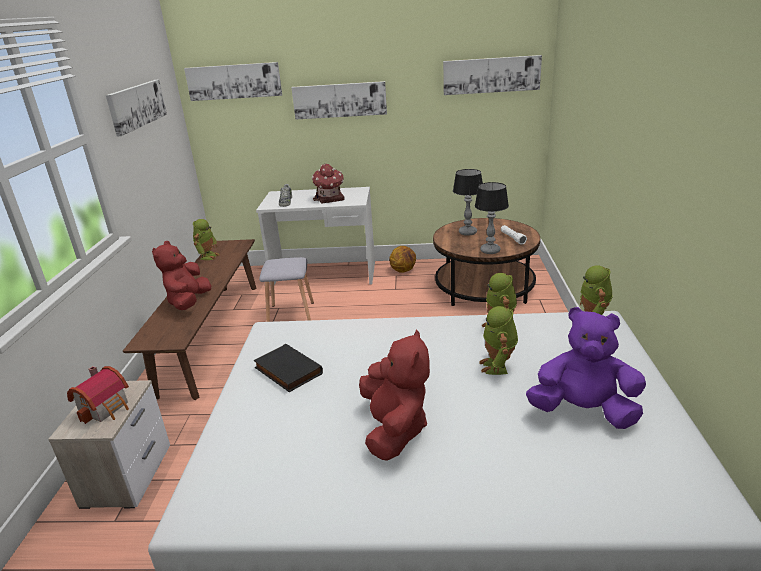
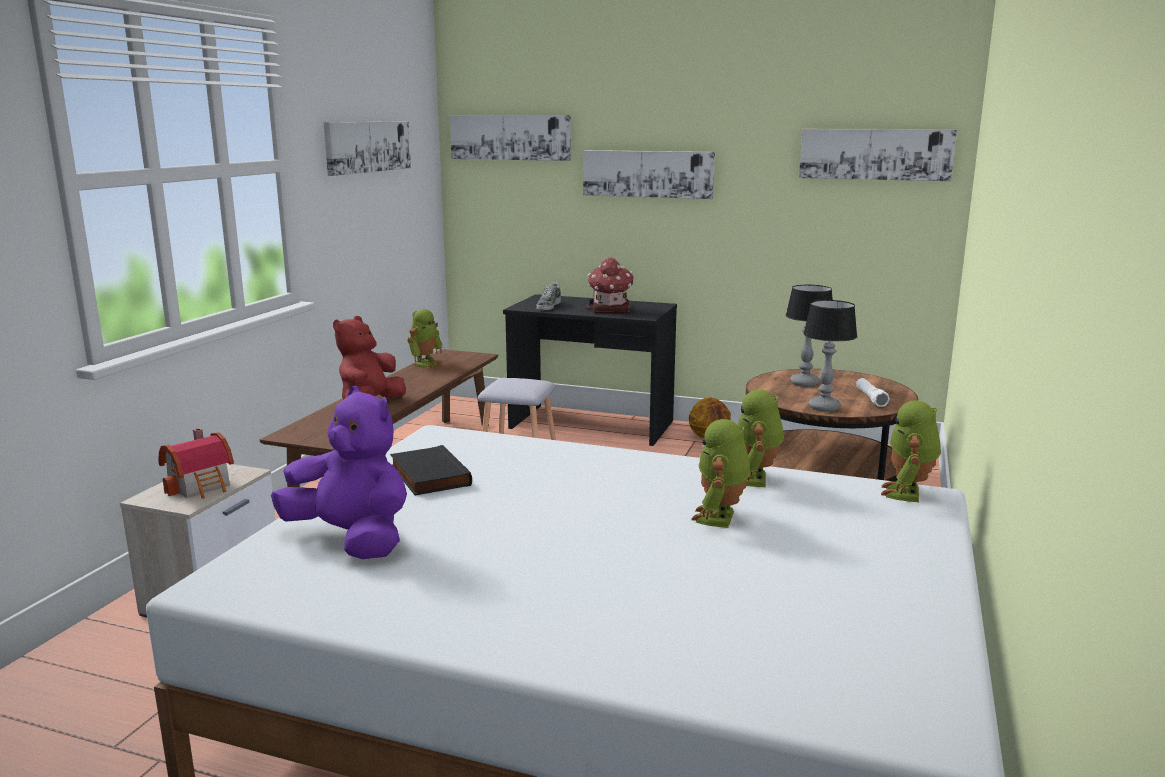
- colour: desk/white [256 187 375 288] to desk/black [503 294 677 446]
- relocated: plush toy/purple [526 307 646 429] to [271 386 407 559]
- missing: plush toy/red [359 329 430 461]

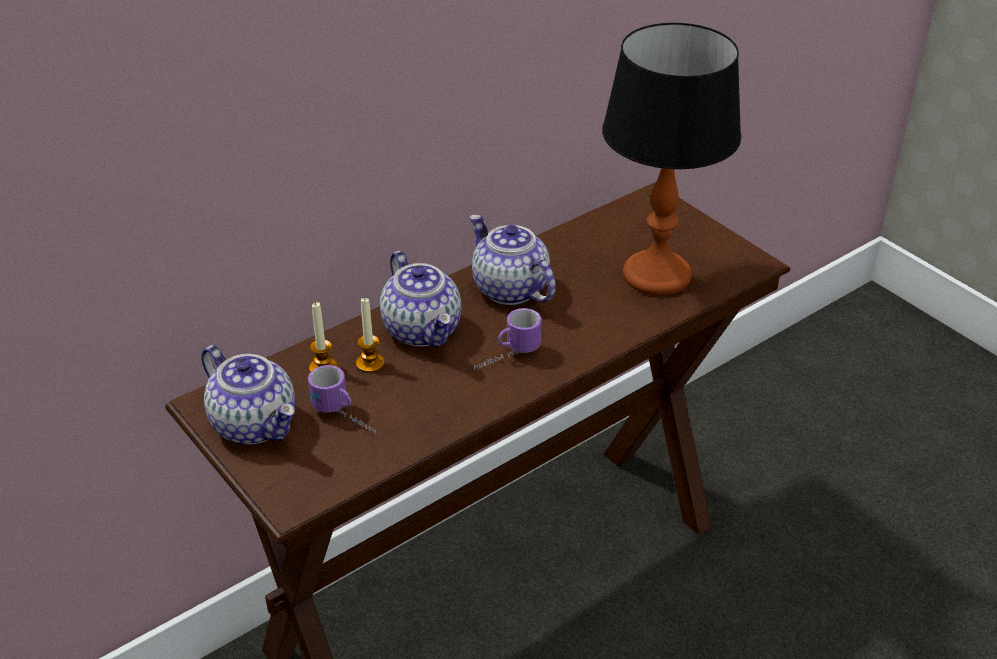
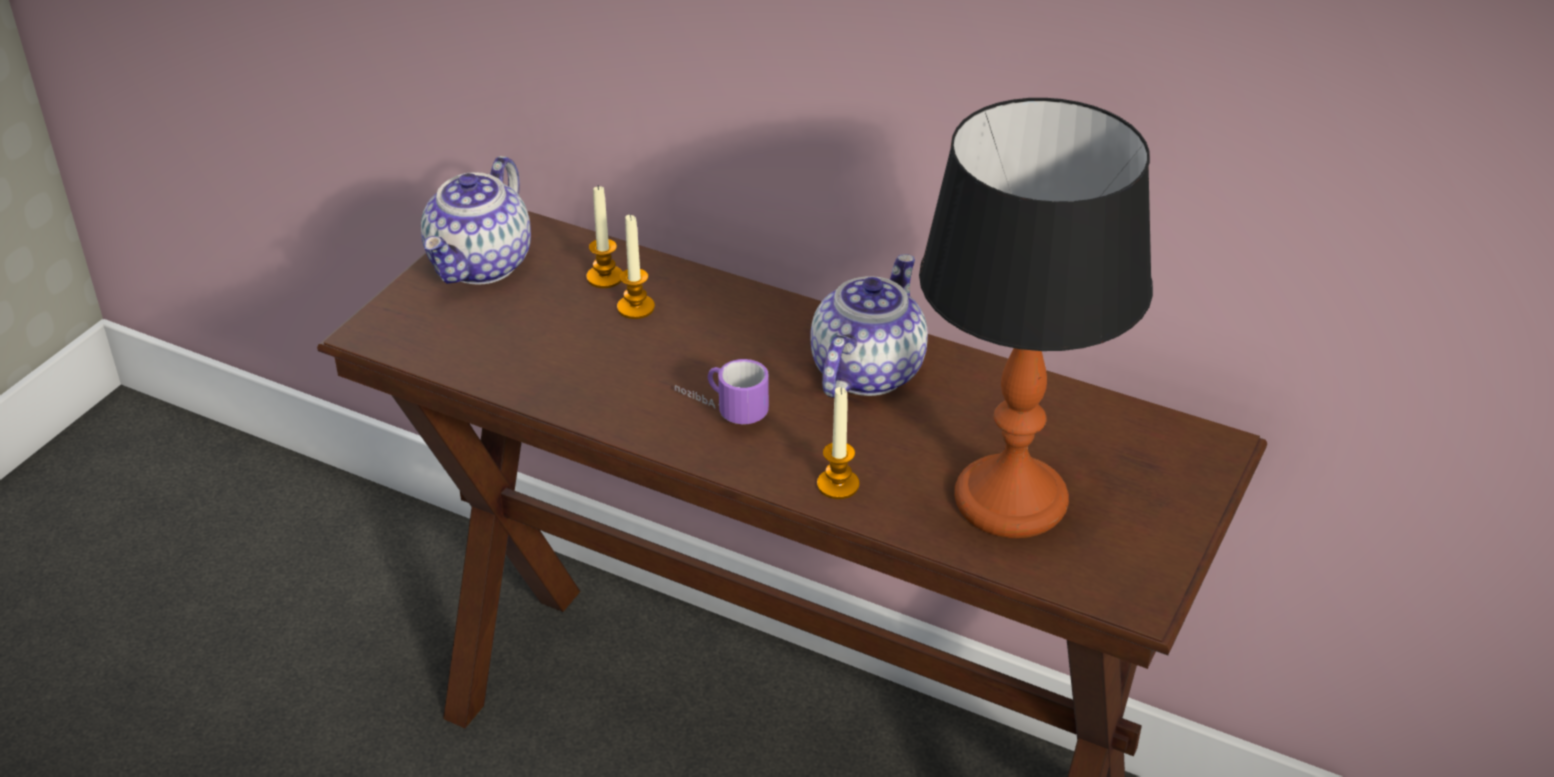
- missing: teapot [380 251 461 347]
- missing: mug [308 365 376 434]
- appeared: candle [817 387 860 499]

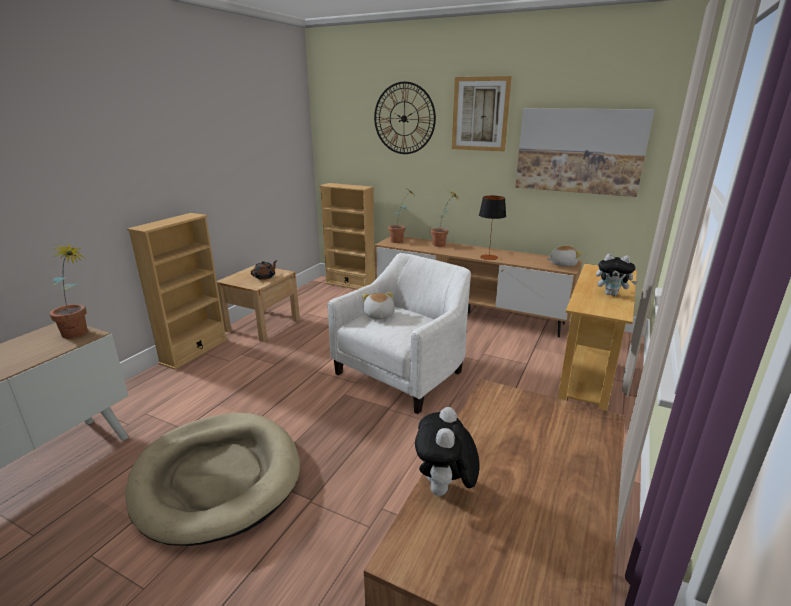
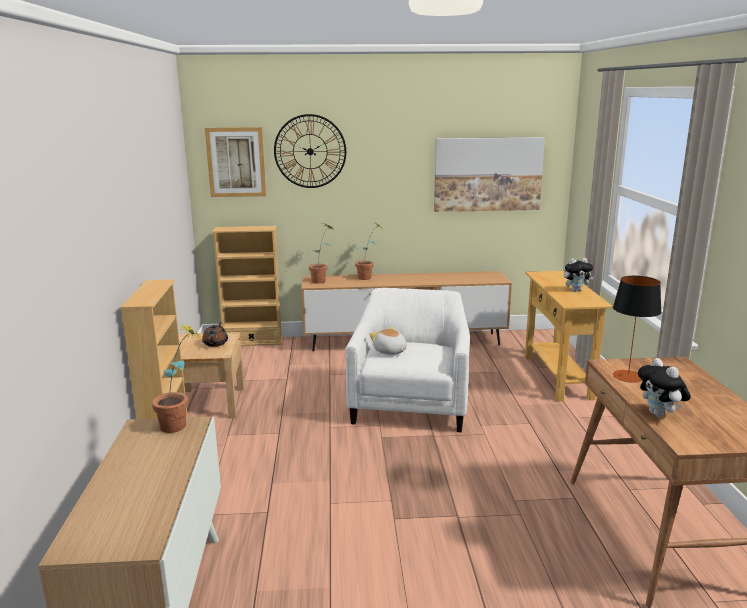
- relocated: picture [452 76 512 152] to [205 127 266 197]
- relocated: table lamp [479 196 506 260] to [613 276 661 383]
- missing: plush toy [546 245 582 266]
- missing: dog bed/beige [125 413 300 546]

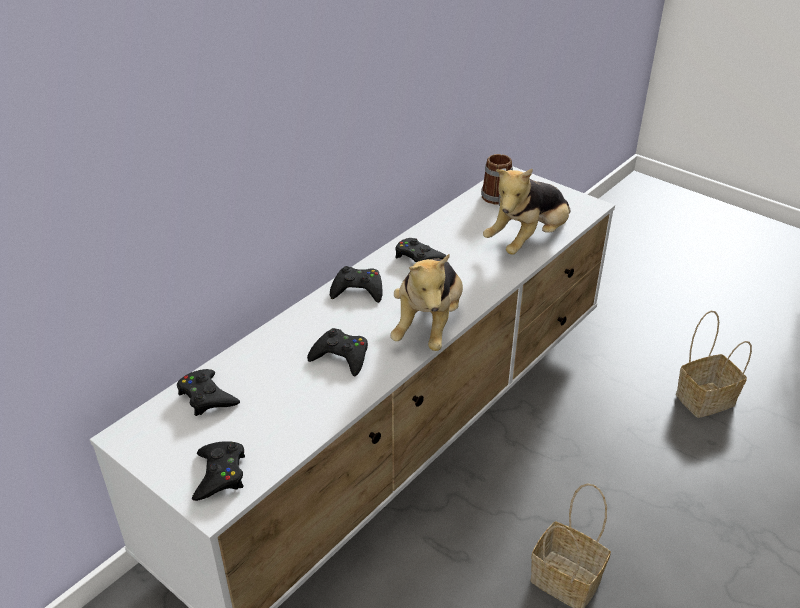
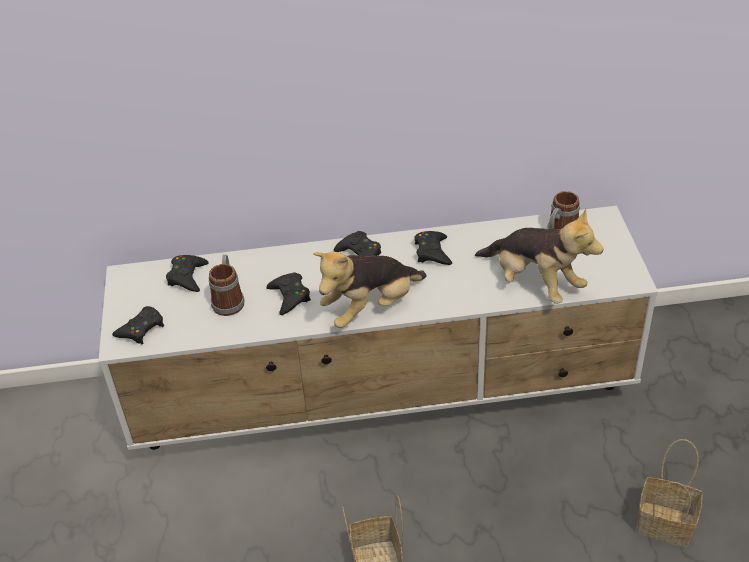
- spun: plush toy [483 169 570 255] = [475 209 604 304] 135 degrees counterclockwise
- appeared: mug [208 255 245 316]

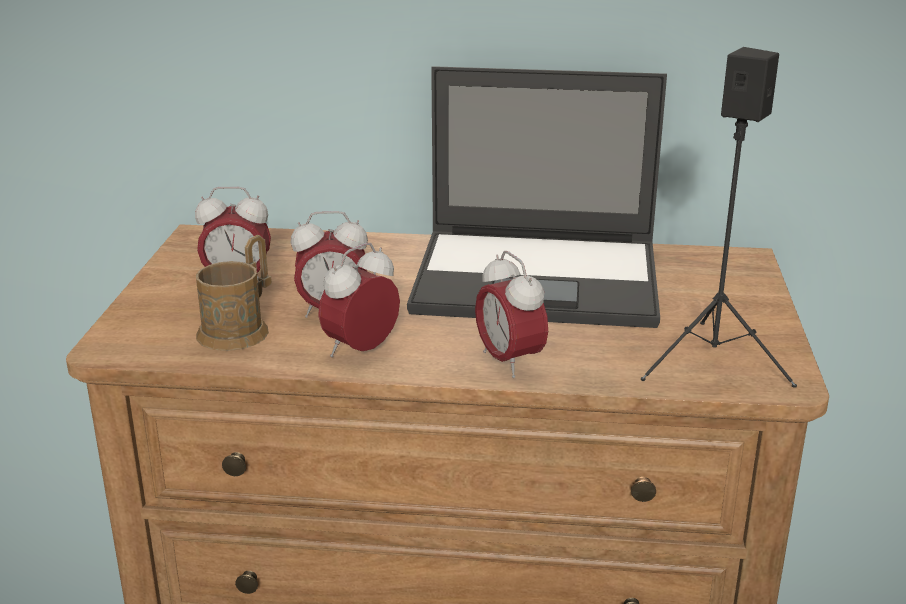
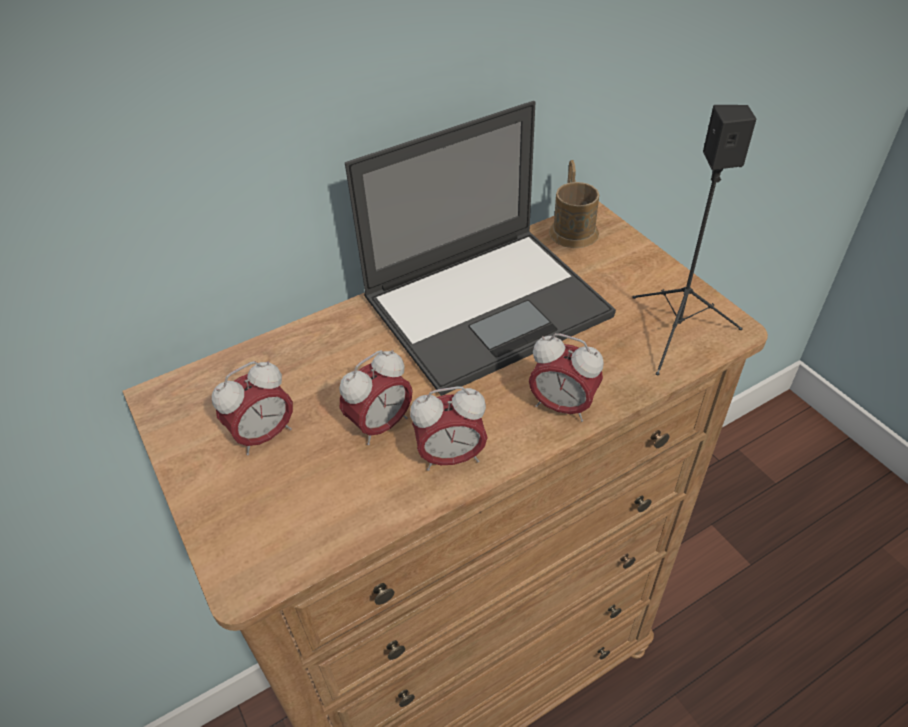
- relocated: mug/brown [196 235 272 351] to [549 160 599 248]
- spun: alarm clock [318 243 400 357] = [410 386 488 471] 105 degrees counterclockwise

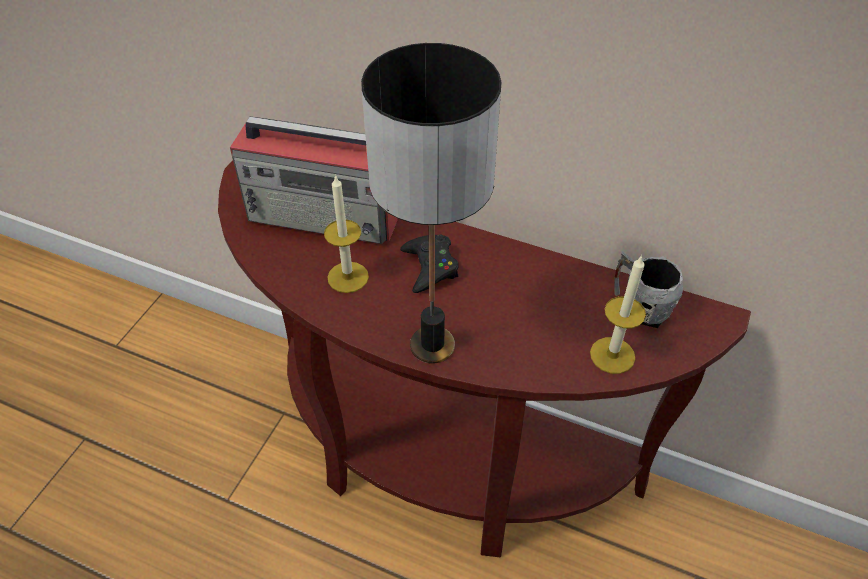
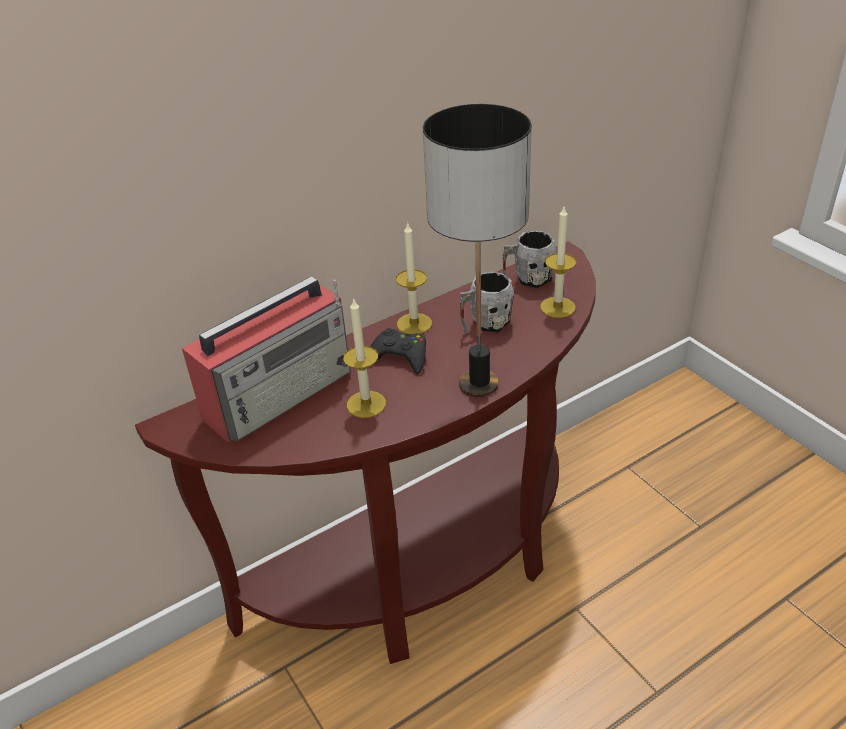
- appeared: candle [396 222 432 334]
- appeared: mug/grey [459 272 514 333]

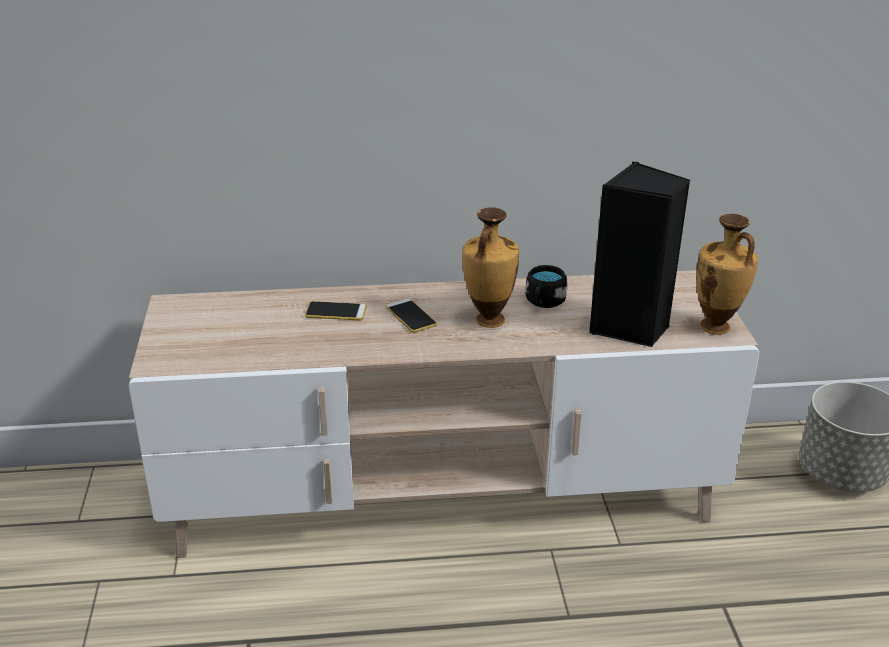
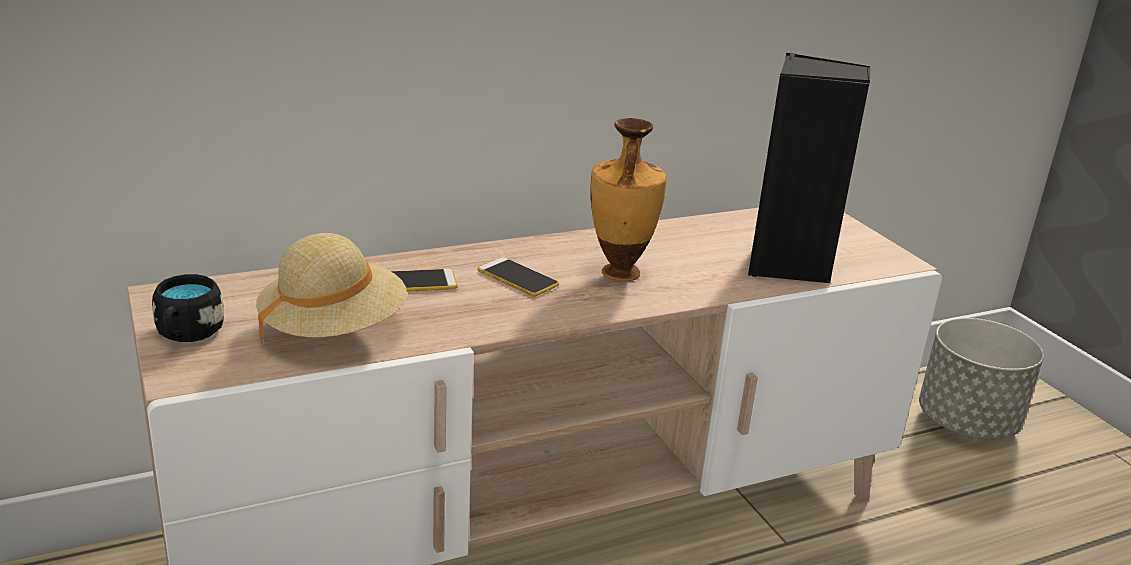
- missing: vase [696 214 758 335]
- relocated: mug/black [525 265 567 308] to [152 274 224 342]
- appeared: hat/beige [256 233 407 345]

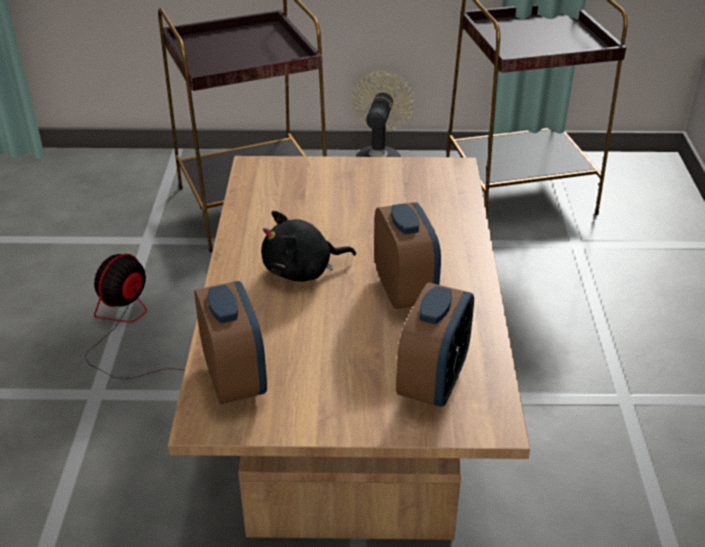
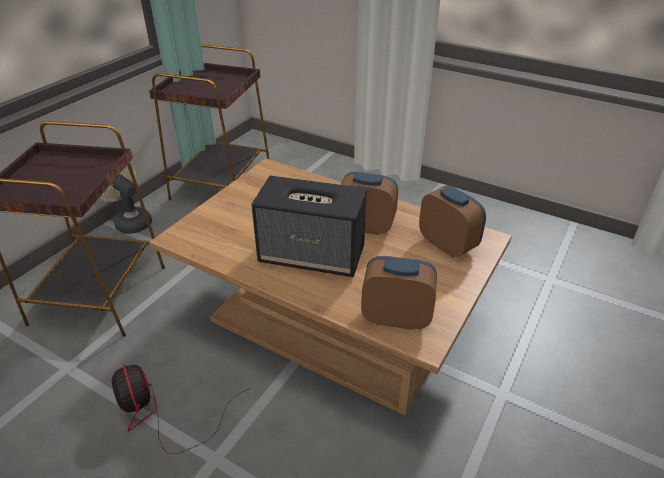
- exchanged: plush toy/black [261 211 356 282] to speaker [251 176 367 277]

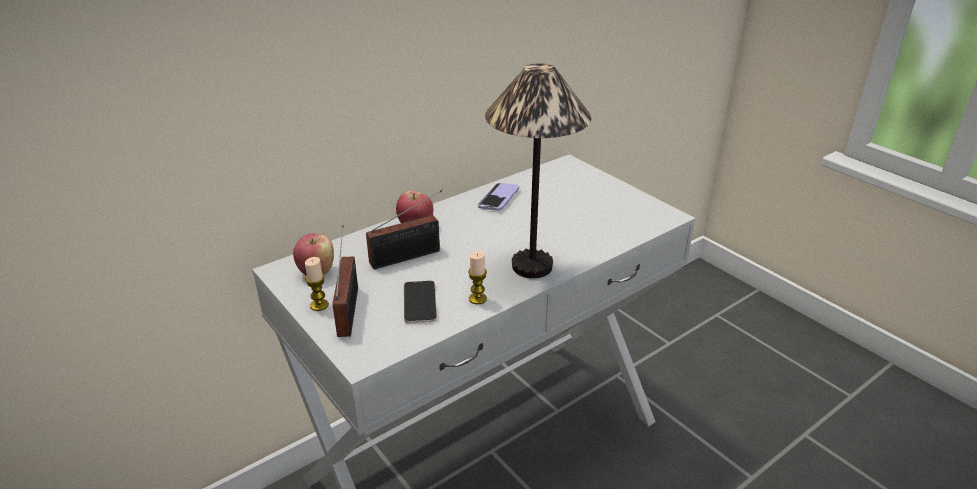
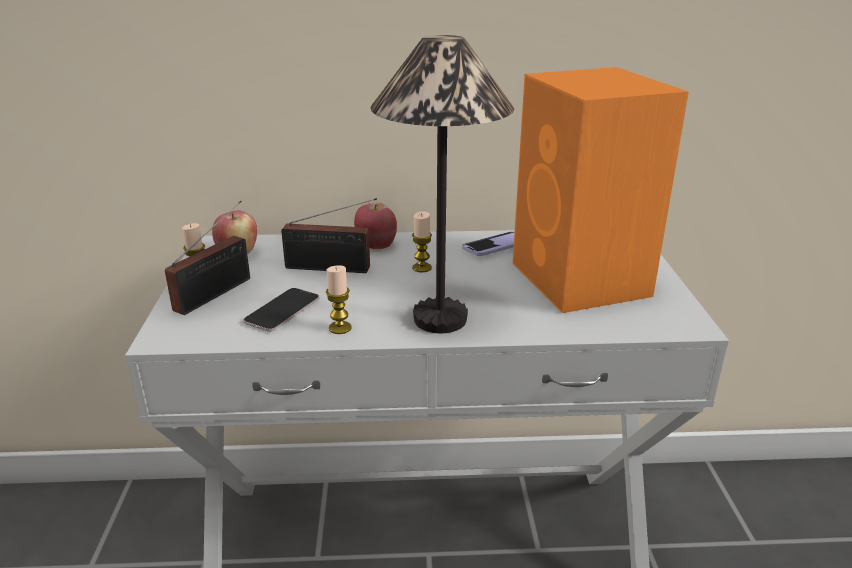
- appeared: speaker/orange [513 67 689 313]
- appeared: candle [412 211 432 272]

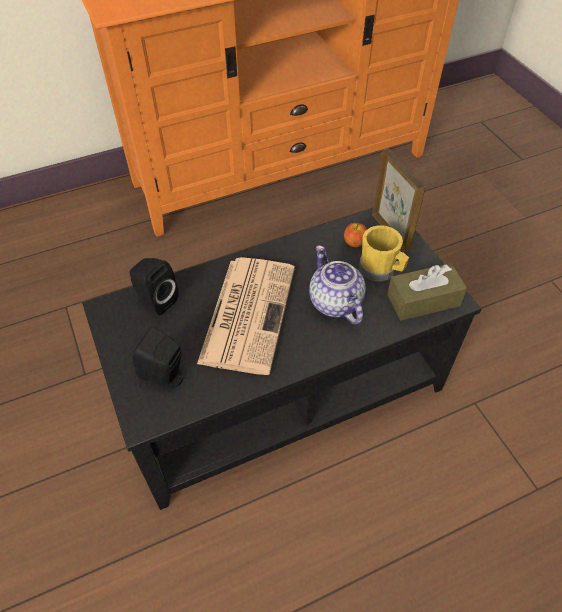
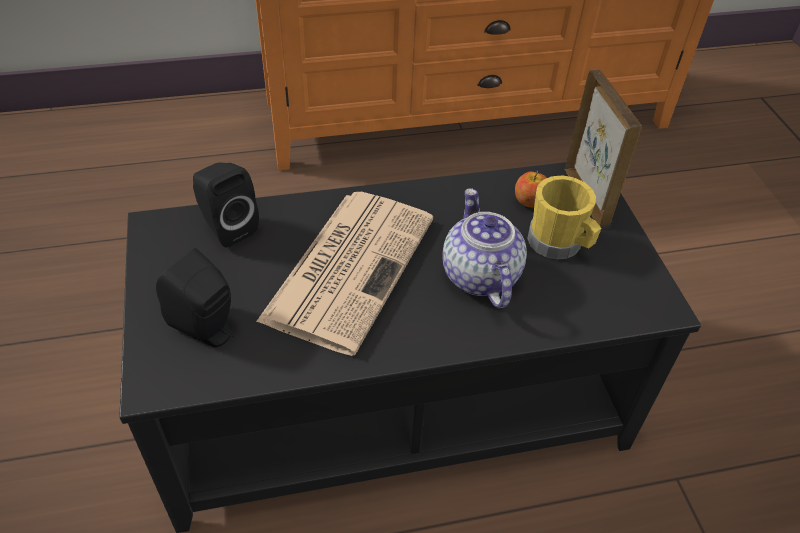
- missing: tissue box/brown [387 263 467 320]

